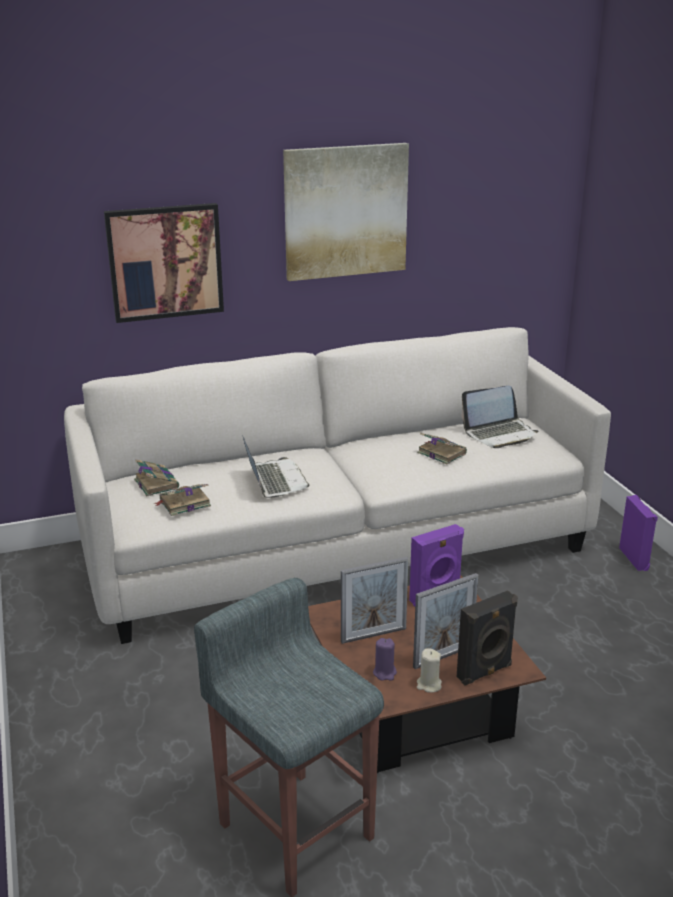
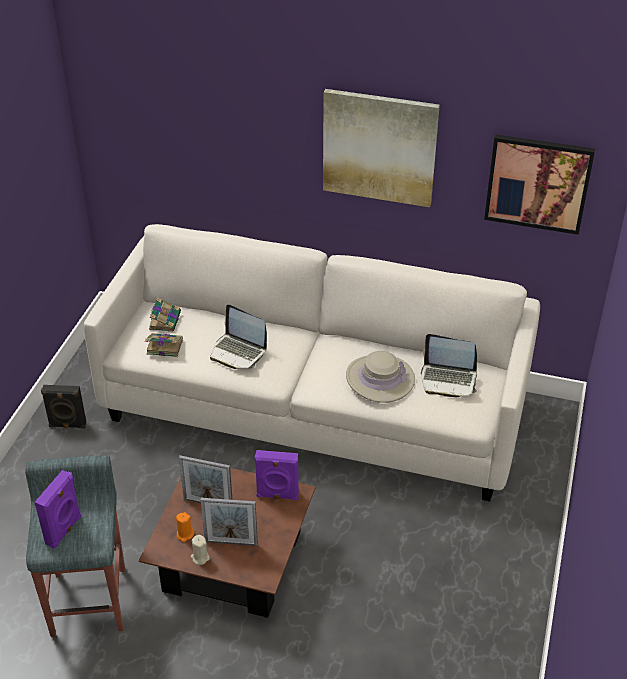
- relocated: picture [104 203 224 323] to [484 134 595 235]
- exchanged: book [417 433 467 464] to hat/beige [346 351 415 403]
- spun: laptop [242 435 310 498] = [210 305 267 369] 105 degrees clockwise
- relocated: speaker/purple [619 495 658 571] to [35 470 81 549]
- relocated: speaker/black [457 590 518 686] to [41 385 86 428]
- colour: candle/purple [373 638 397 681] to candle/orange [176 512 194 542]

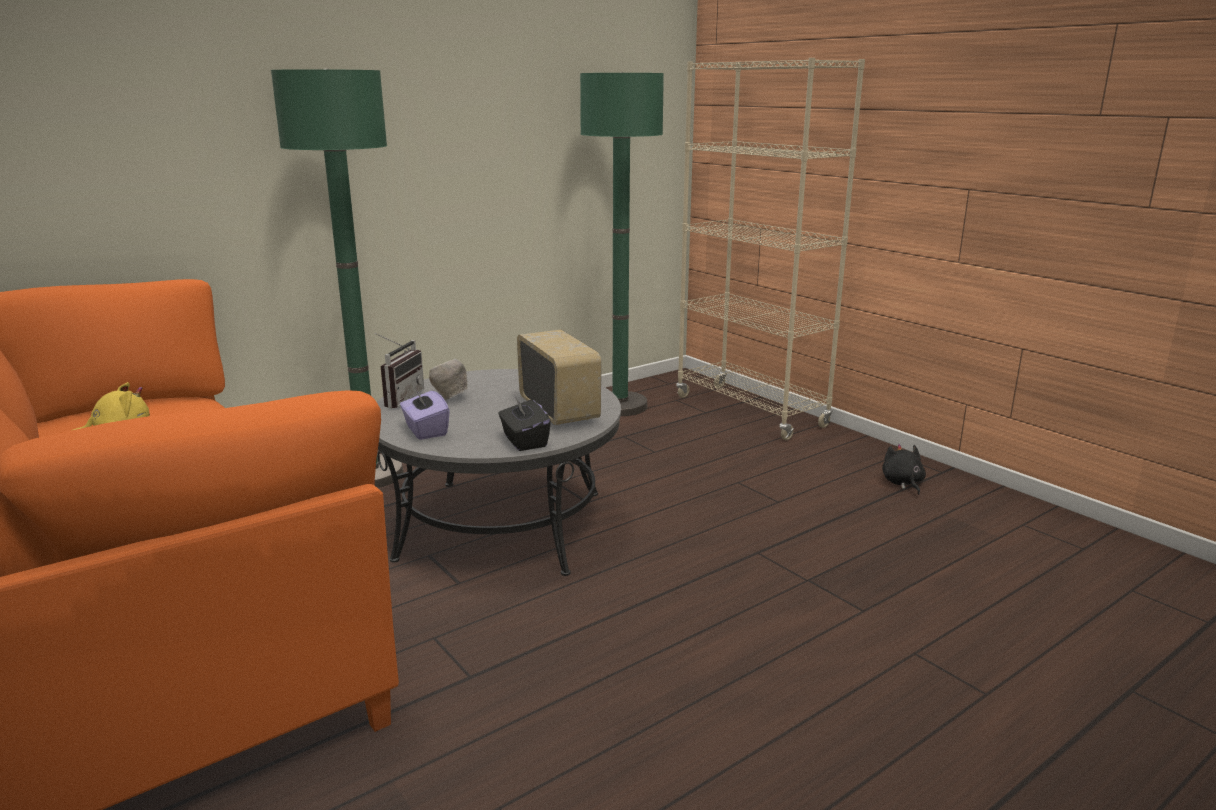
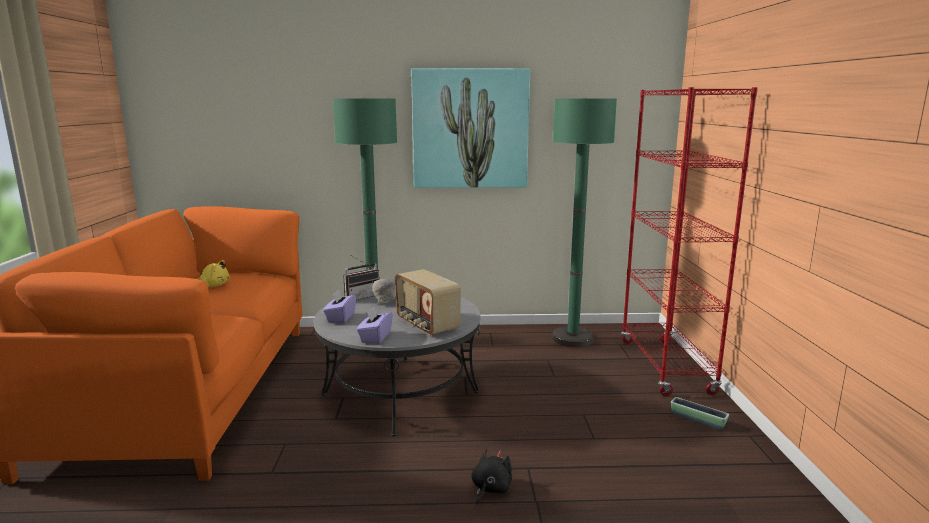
- colour: bookcase/beige [676 58 865 440] to bookcase/red [621 87 758 396]
- spun: radio [517 330 601 425] = [395 269 461 336] 135 degrees clockwise
- colour: tissue box/black [498 397 551 451] to tissue box/purple [357 306 393 344]
- relocated: plush toy/black [882 444 926 495] to [471 449 512 506]
- appeared: picture [411 68 530 188]
- appeared: planter [671 397 729 430]

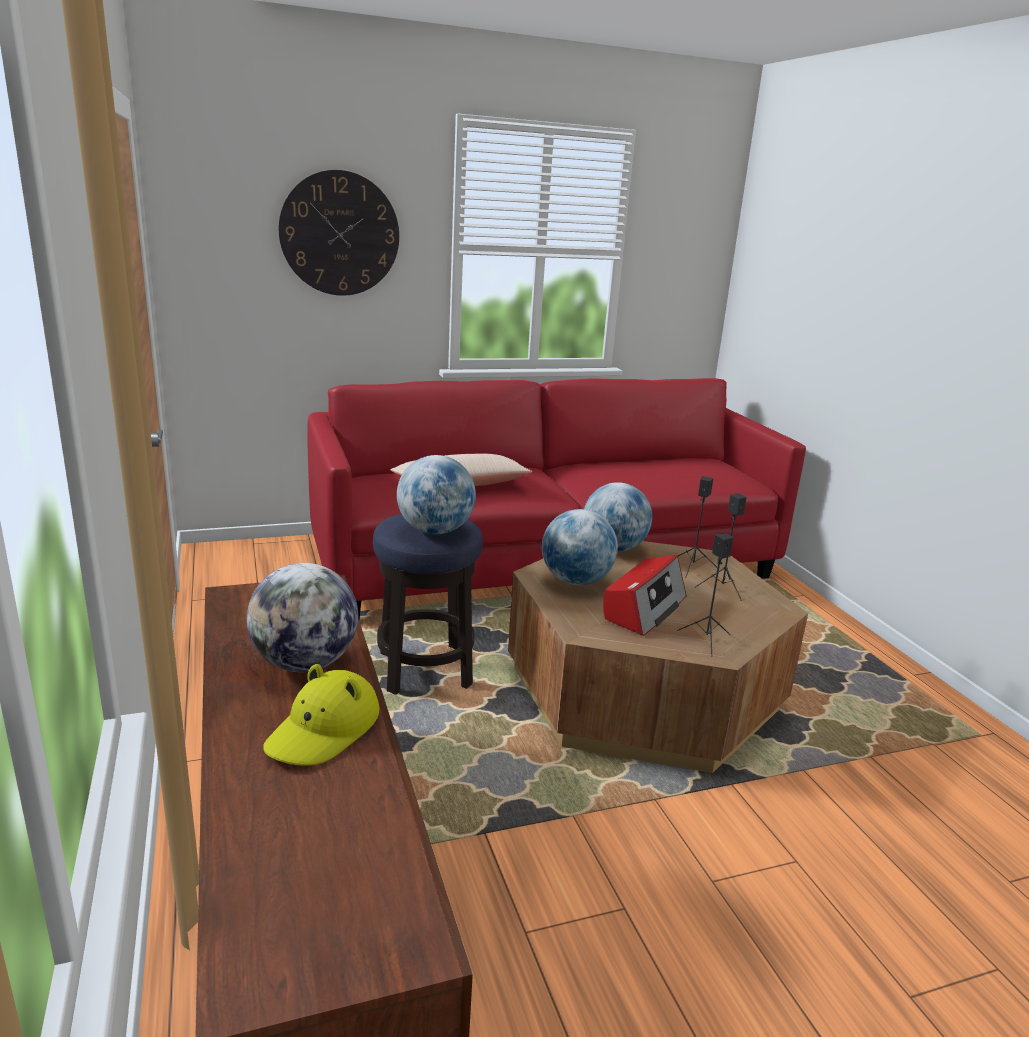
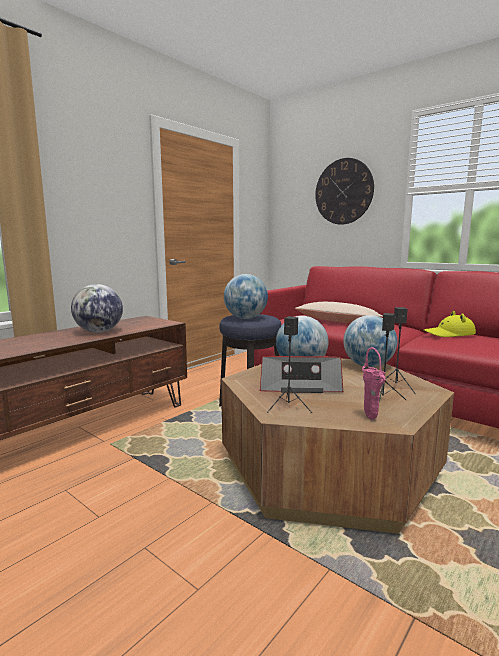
- relocated: hat/yellow [263 664 379 766] to [424 311 476 337]
- appeared: vase/pink [362 347 385 420]

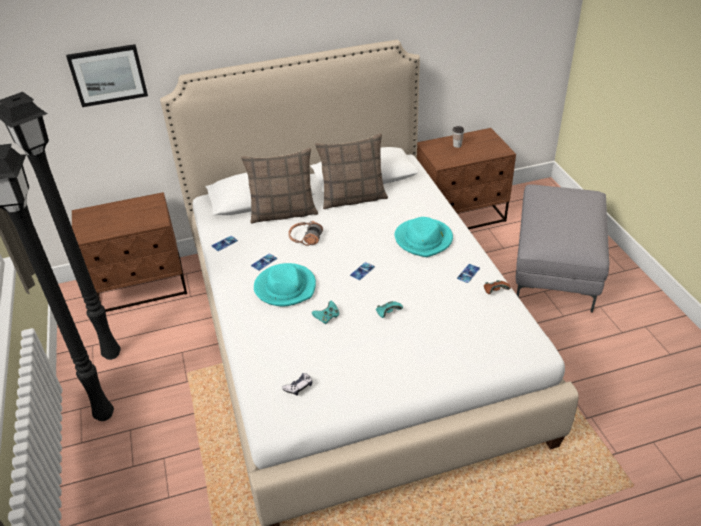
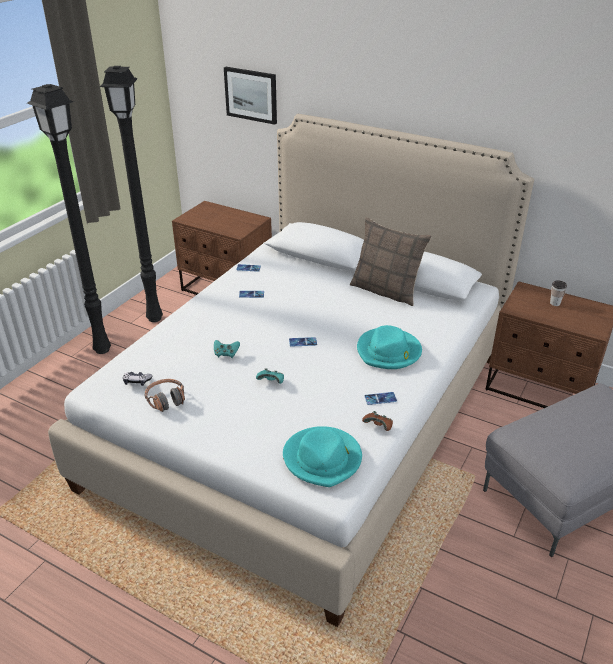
- missing: pillow [241 148 318 224]
- relocated: headphones [288 221 323 246] to [144 379 185 412]
- relocated: hat/turquoise [254 263 316 306] to [283 426 362 487]

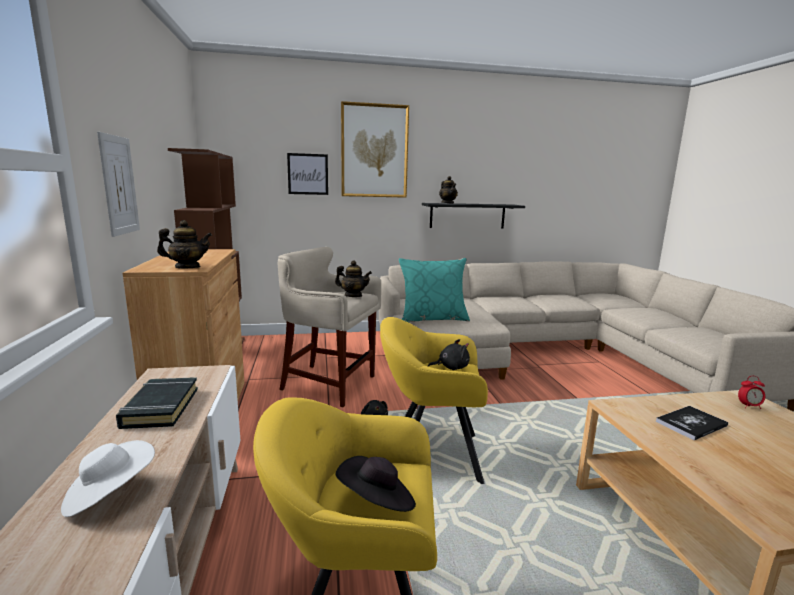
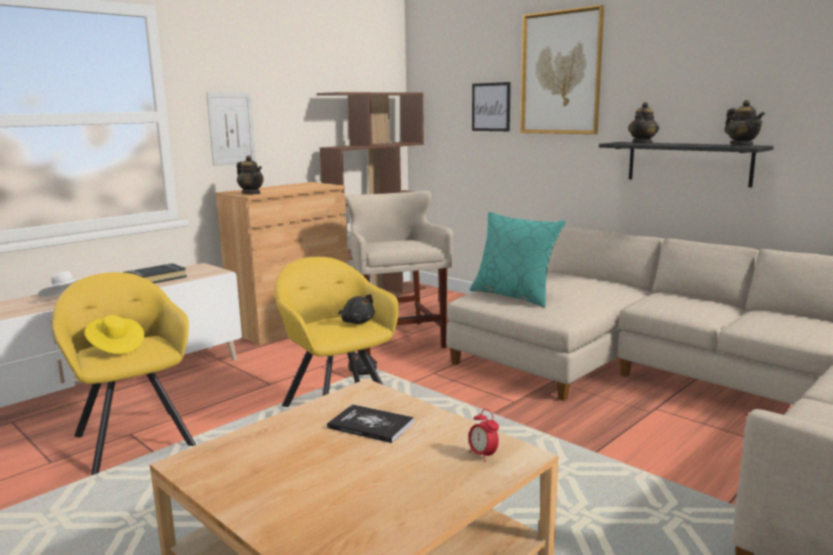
- relocated: teapot [335 261 372 297] to [724 100 765 146]
- colour: hat/black [336 456 416 512] to hat/yellow [84 315 144 354]

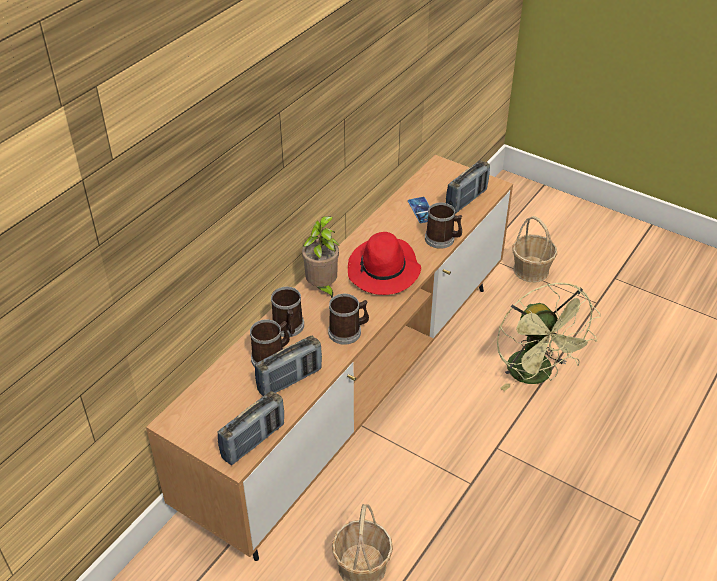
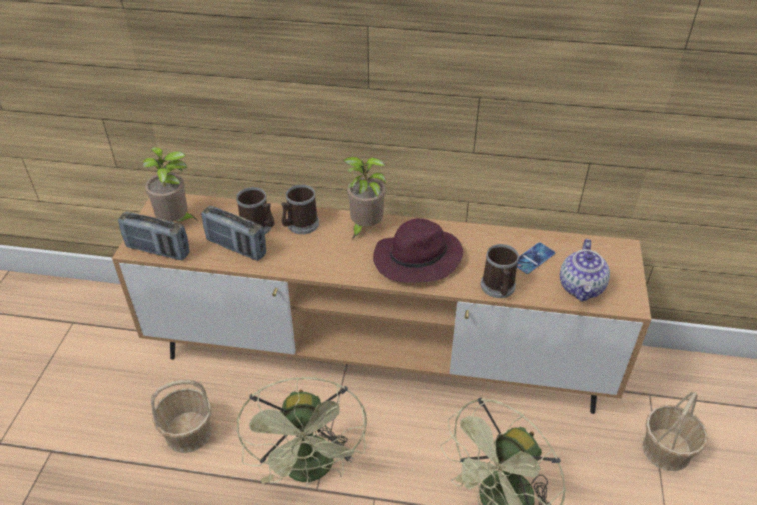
- exchanged: radio [446 160 490 214] to teapot [560 239 610 301]
- colour: hat/red [348 232 421 295] to hat/purple [373 218 463 283]
- missing: mug [328 294 369 345]
- appeared: potted plant [143 147 197 222]
- appeared: fan/green [237 377 367 487]

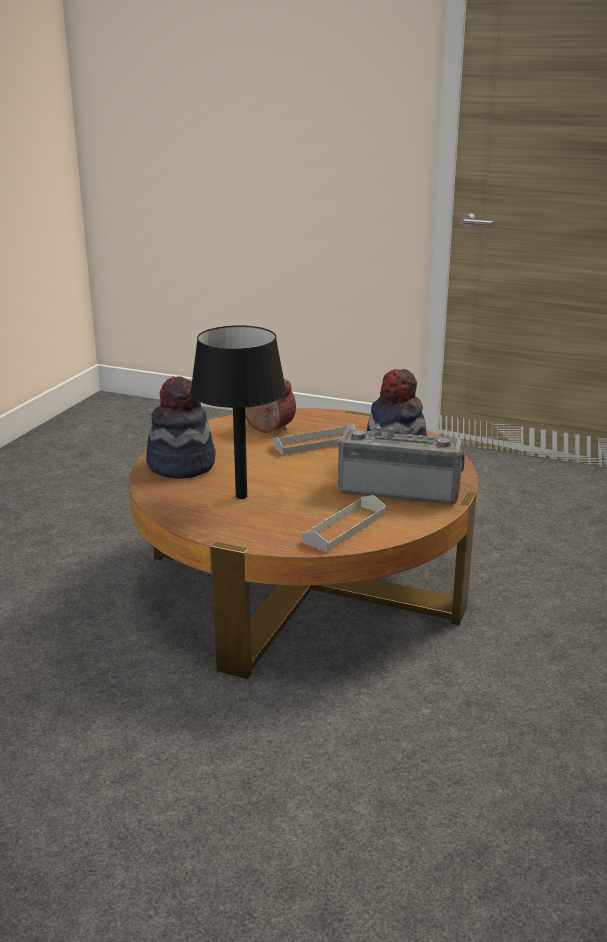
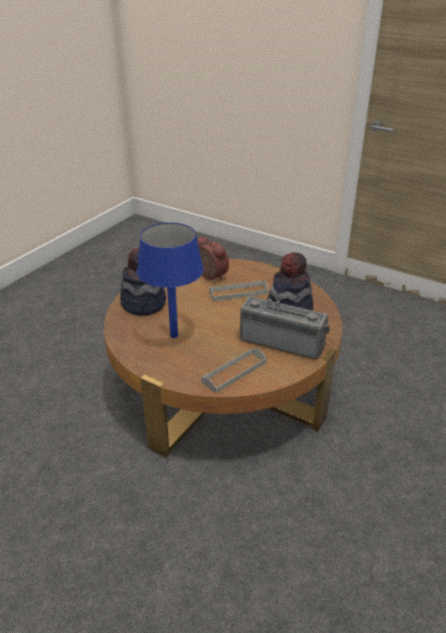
- colour: table lamp/black [190 325 286 499] to table lamp/blue [137 223 204 338]

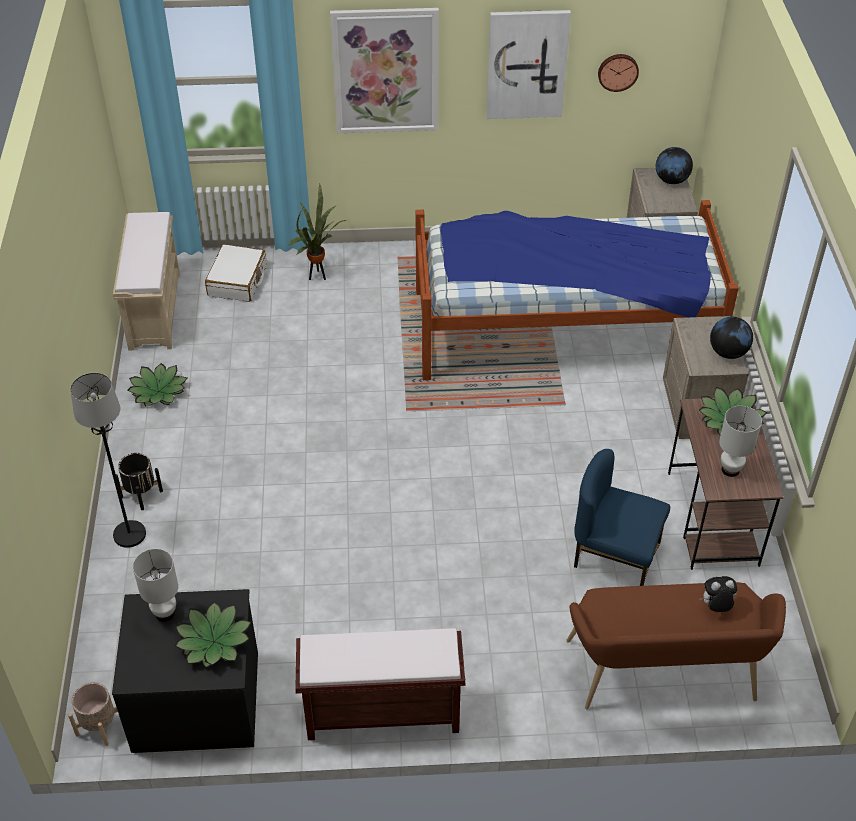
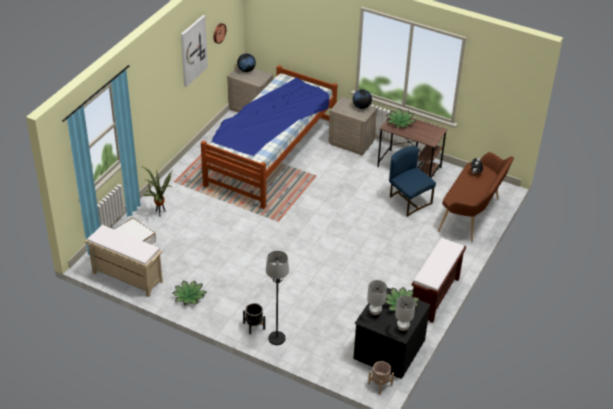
- missing: picture [330 8 439 133]
- relocated: table lamp/white [719 406 762 477] to [395 295 416 333]
- spun: chair/blue [574 449 670 586] = [389 146 436 217] 90 degrees clockwise

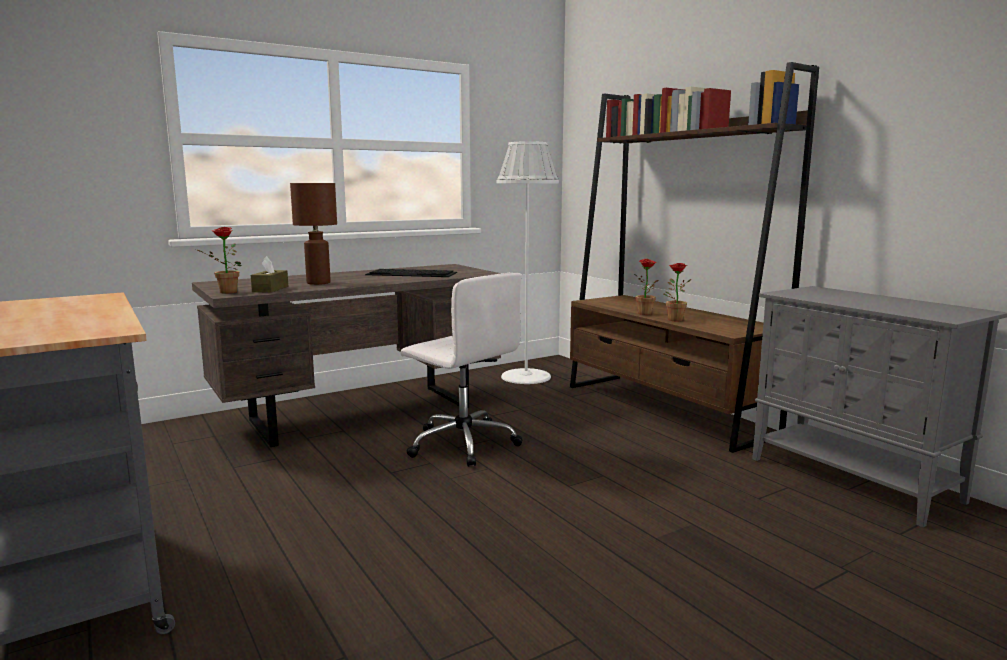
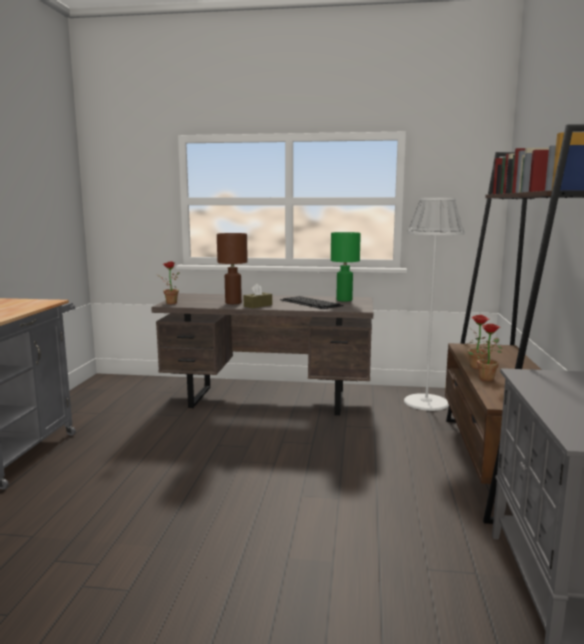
- relocated: tissue box/brown [251 256 288 293] to [244 283 272 308]
- missing: office chair/white [401 272 523 467]
- appeared: table lamp/green [331 232 361 302]

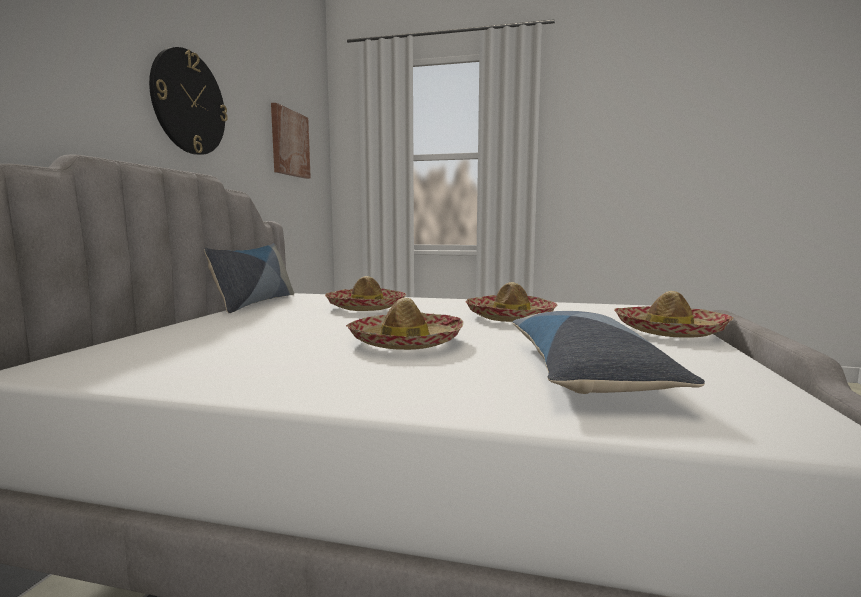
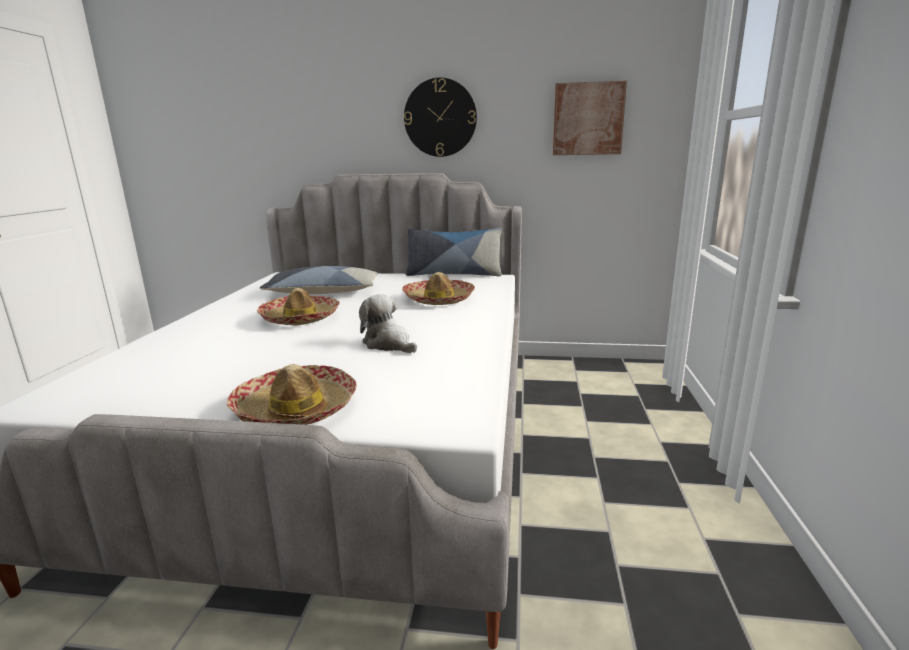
- exchanged: hat [466 282 557 322] to plush toy [359 294 417 353]
- relocated: pillow [512 311 705 394] to [260 266 378 294]

